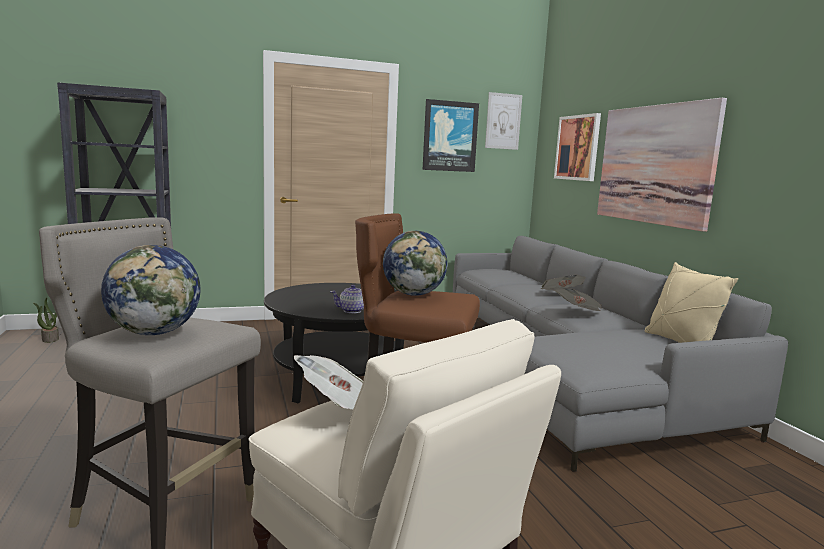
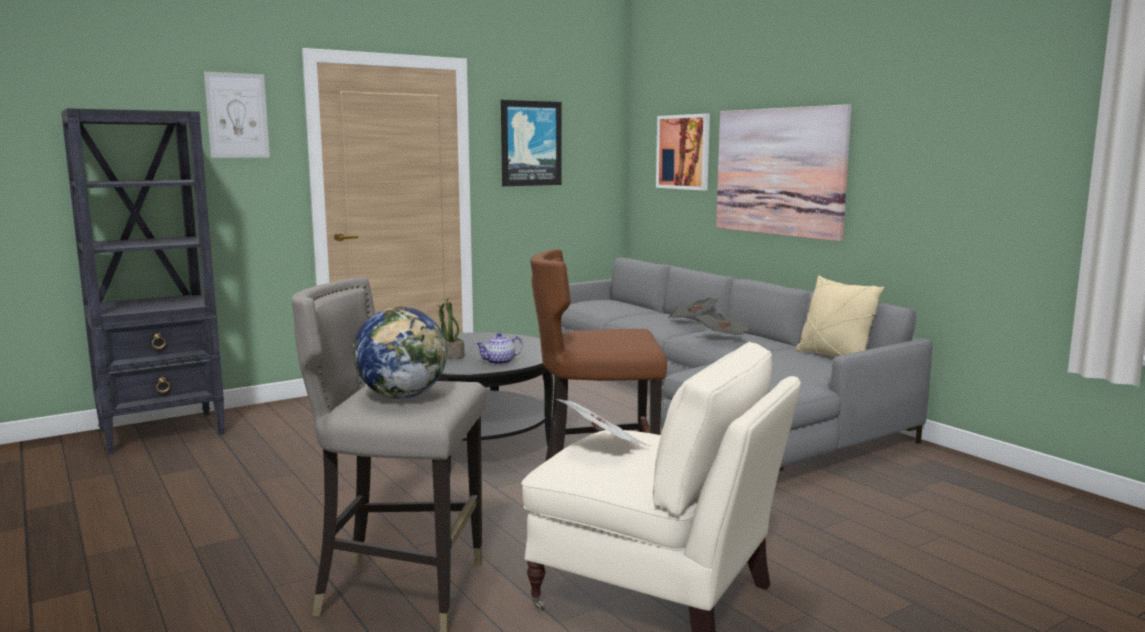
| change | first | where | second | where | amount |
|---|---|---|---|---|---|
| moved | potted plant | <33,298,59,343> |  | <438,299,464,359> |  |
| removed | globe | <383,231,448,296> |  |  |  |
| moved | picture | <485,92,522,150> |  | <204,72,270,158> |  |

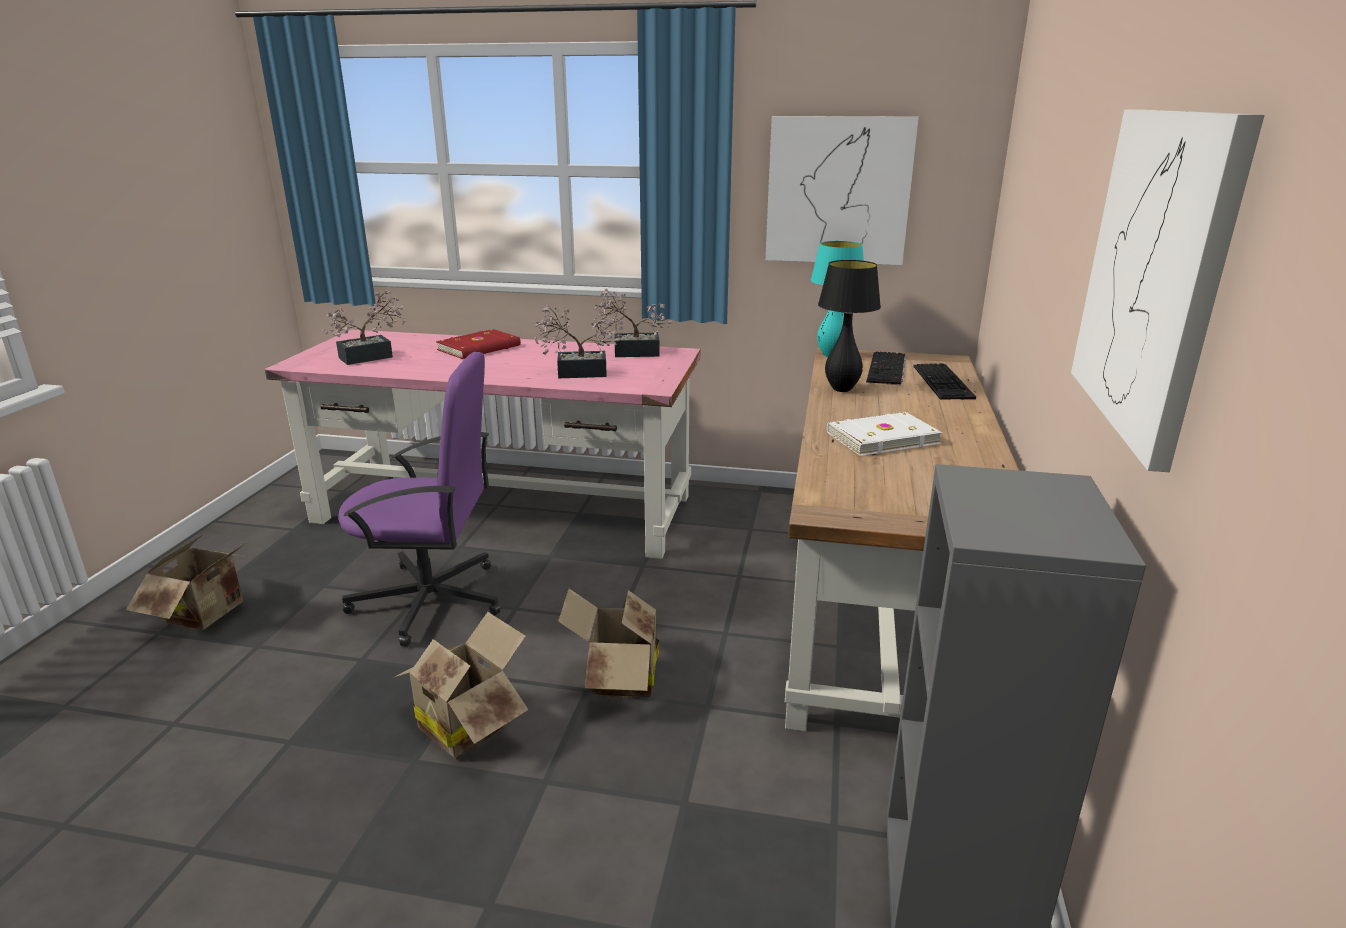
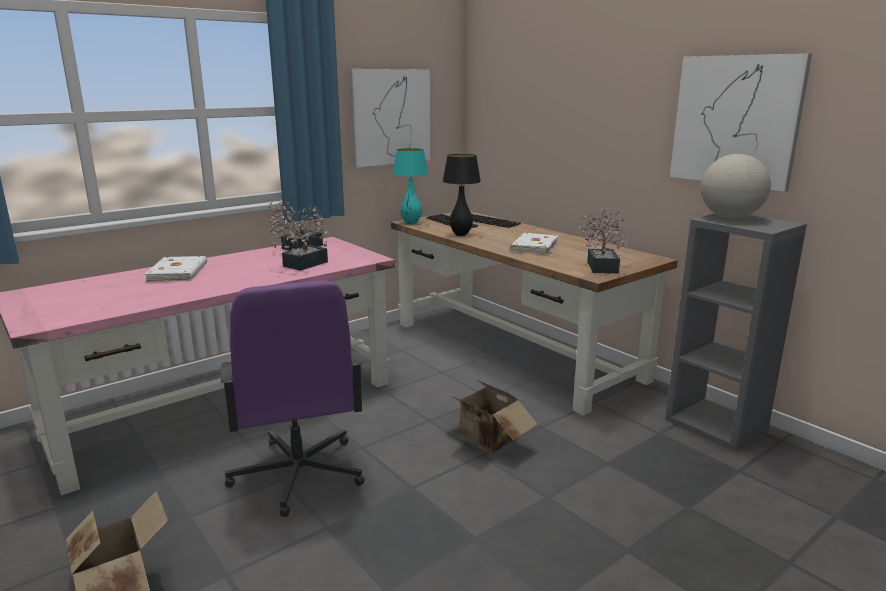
| change | first | where | second | where | amount |
|---|---|---|---|---|---|
| moved | potted plant | <323,290,406,365> |  | <578,209,628,273> |  |
| turned | office chair (purple) | <338,352,501,647> |  | <221,280,364,517> | 120 degrees clockwise |
| removed | cardboard box | <393,612,528,758> |  |  |  |
| recoloured | book (red) | <436,329,521,359> | book (white) | <144,256,207,282> |  |
| added |  |  | globe | <701,154,771,218> |  |

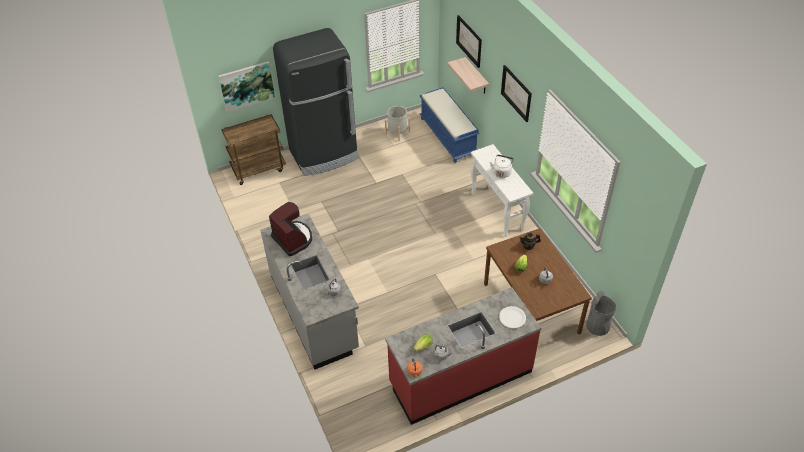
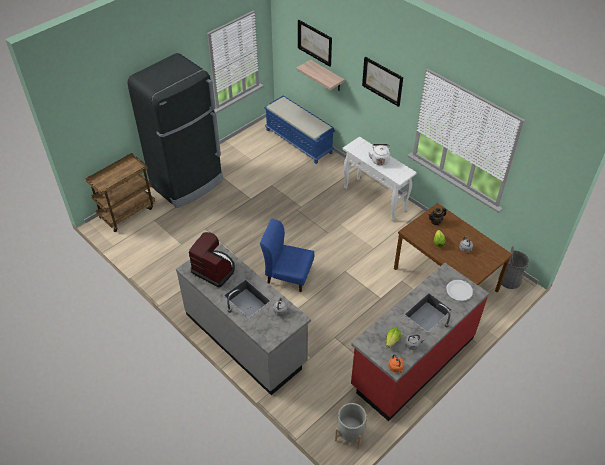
| change | first | where | second | where | amount |
|---|---|---|---|---|---|
| removed | picture | <218,62,275,112> |  |  |  |
| moved | planter (grey) | <385,106,410,141> |  | <335,403,367,449> |  |
| added |  |  | chair (blue) | <260,218,314,292> |  |

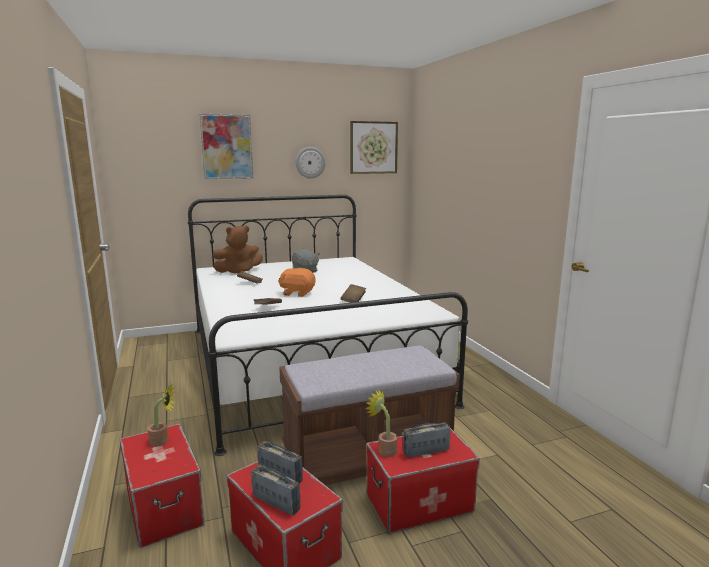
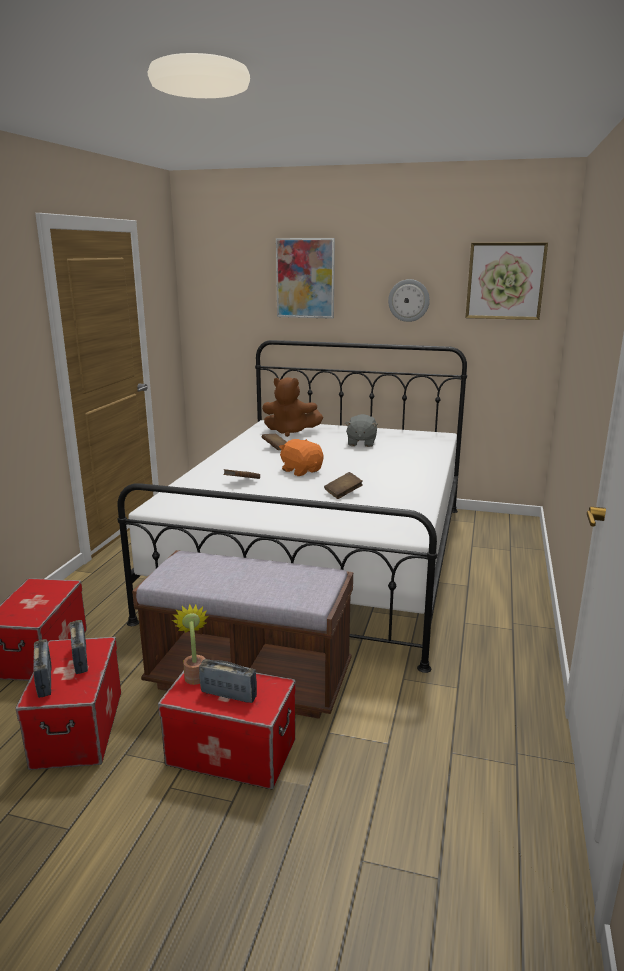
| change | first | where | second | where | amount |
|---|---|---|---|---|---|
| removed | potted plant | <148,385,175,446> |  |  |  |

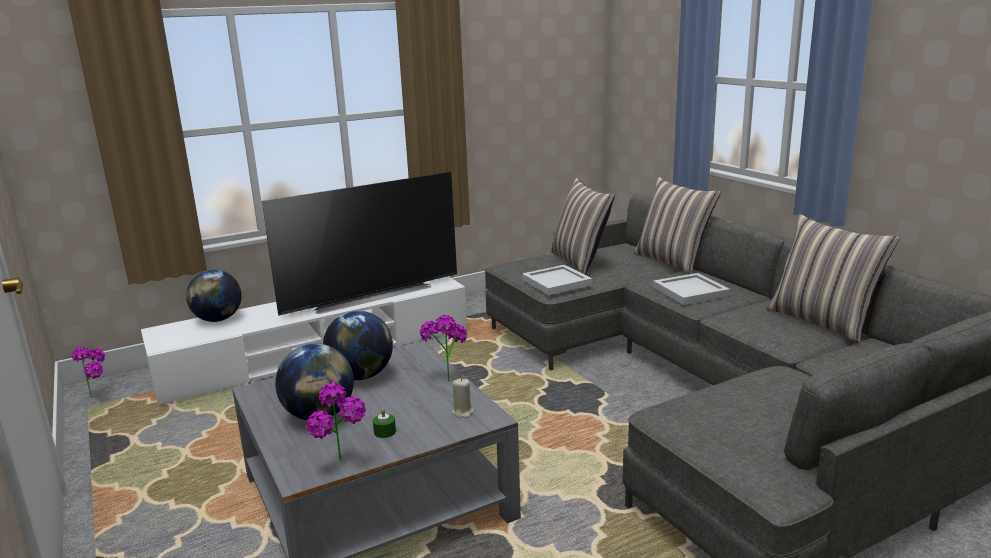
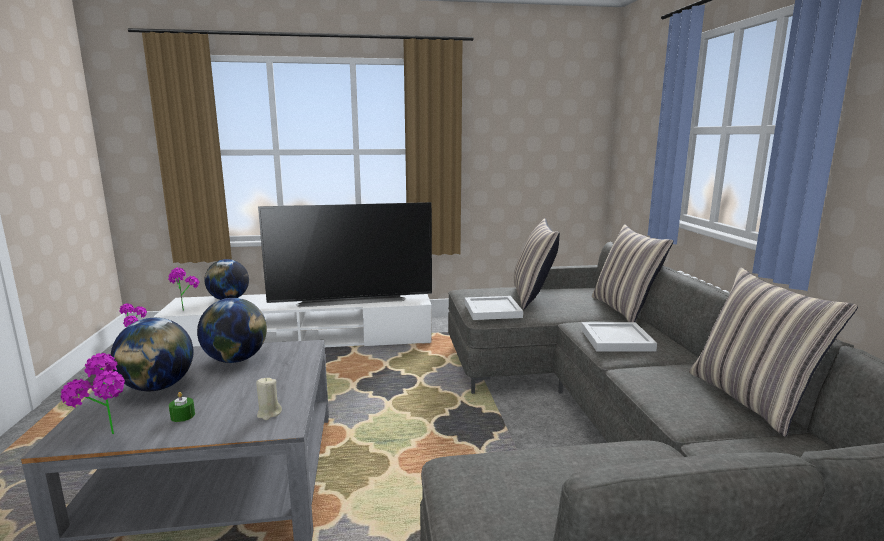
| change | first | where | second | where | amount |
|---|---|---|---|---|---|
| moved | potted plant | <420,315,467,381> |  | <168,268,199,311> |  |

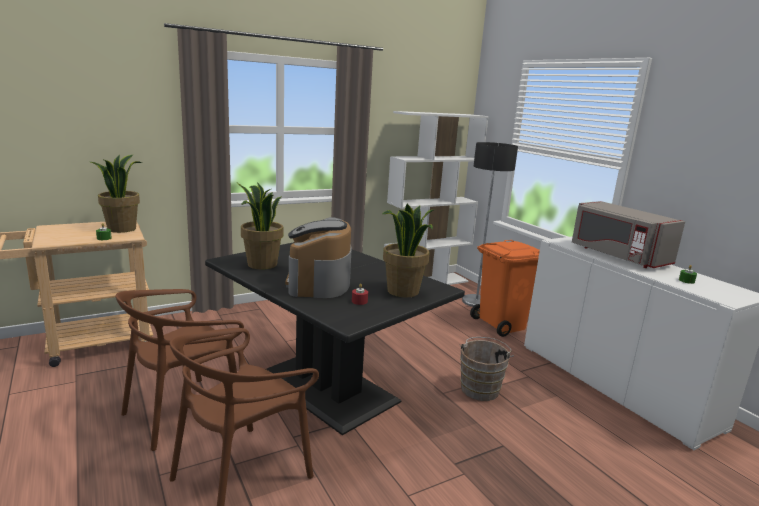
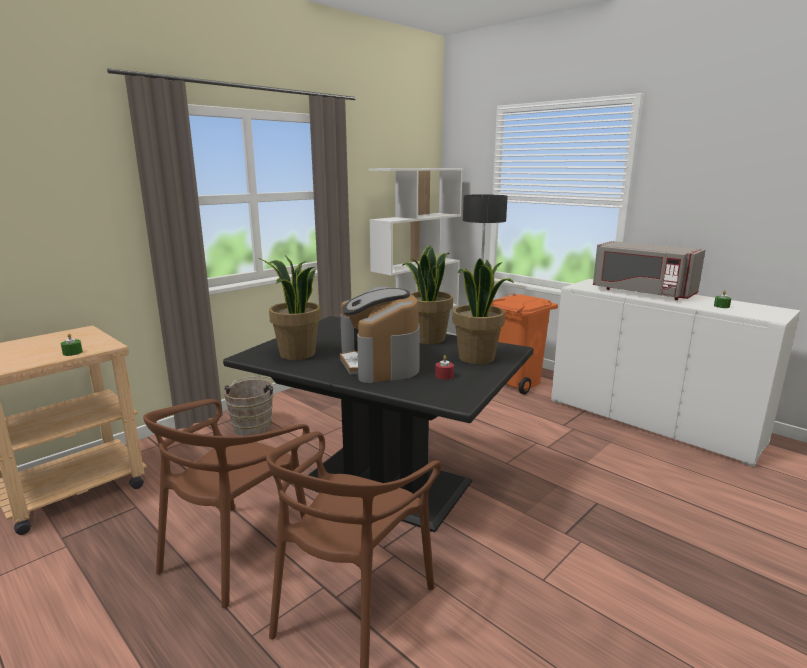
| change | first | where | second | where | amount |
|---|---|---|---|---|---|
| moved | potted plant | <91,155,142,233> |  | <402,245,453,344> |  |
| moved | bucket (brown) | <460,337,514,401> |  | <224,376,276,436> |  |

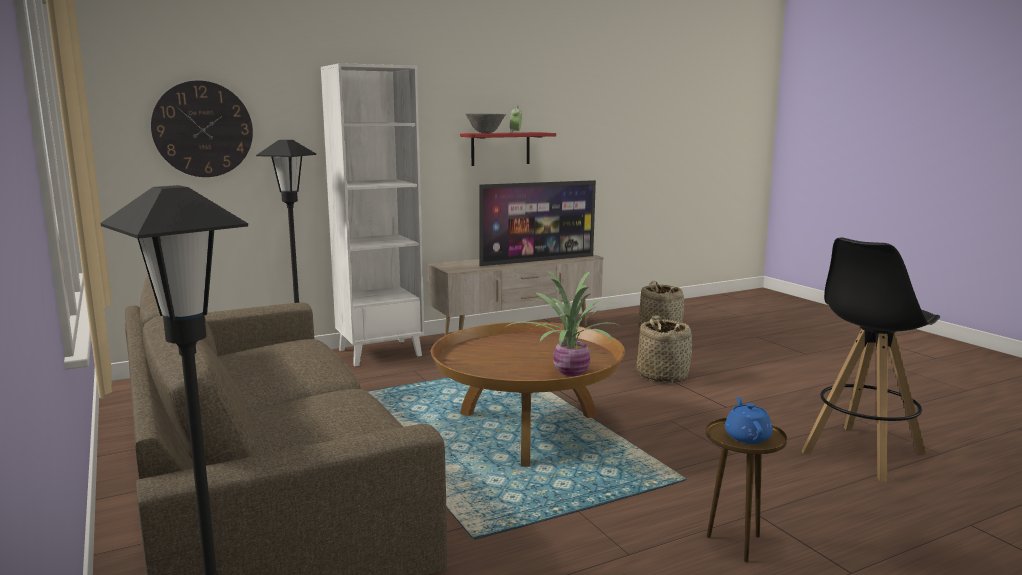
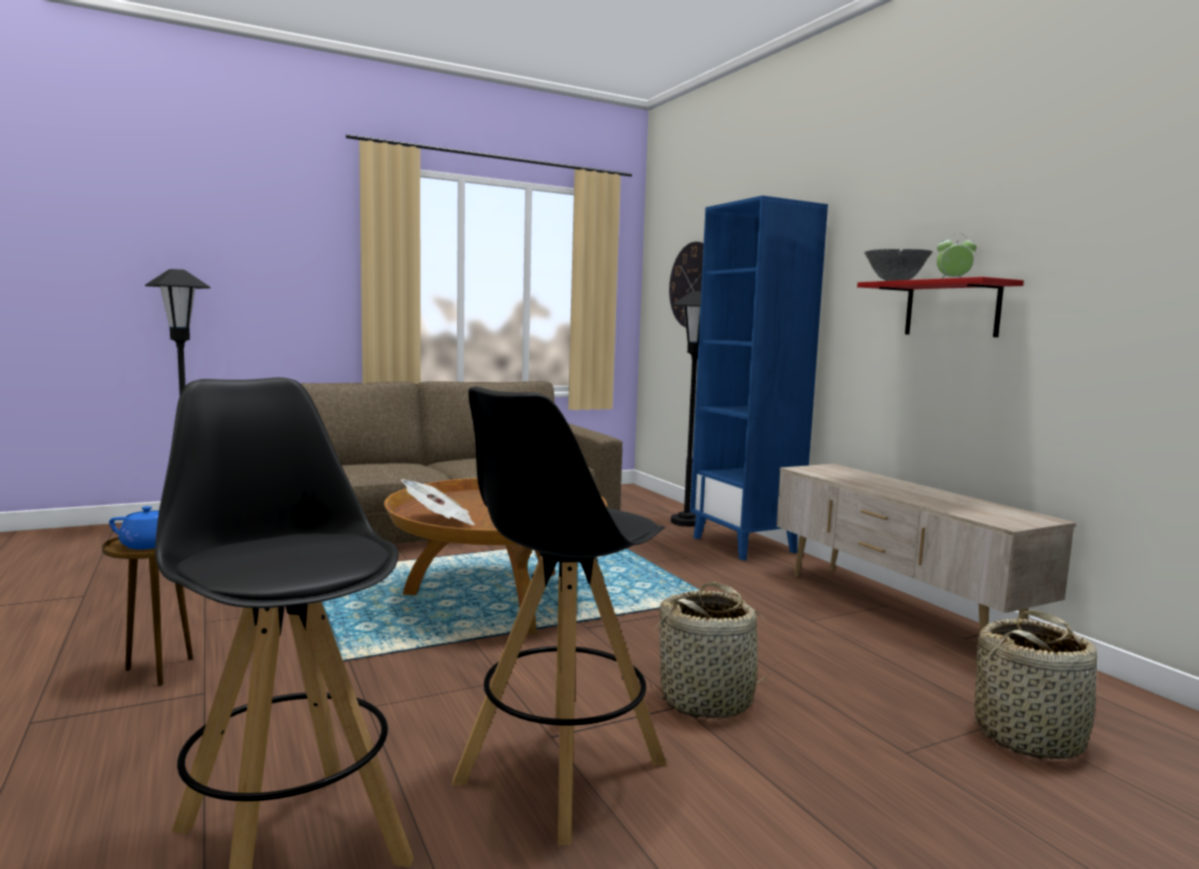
| change | first | where | second | where | amount |
|---|---|---|---|---|---|
| recoloured | bookcase (white) | <321,63,425,366> | bookcase (blue) | <690,195,828,561> |  |
| removed | television | <479,180,596,266> |  |  |  |
| replaced | potted plant | <509,271,618,376> | newspaper | <401,479,475,525> |  |
| added |  |  | stool (black) | <452,386,667,846> |  |

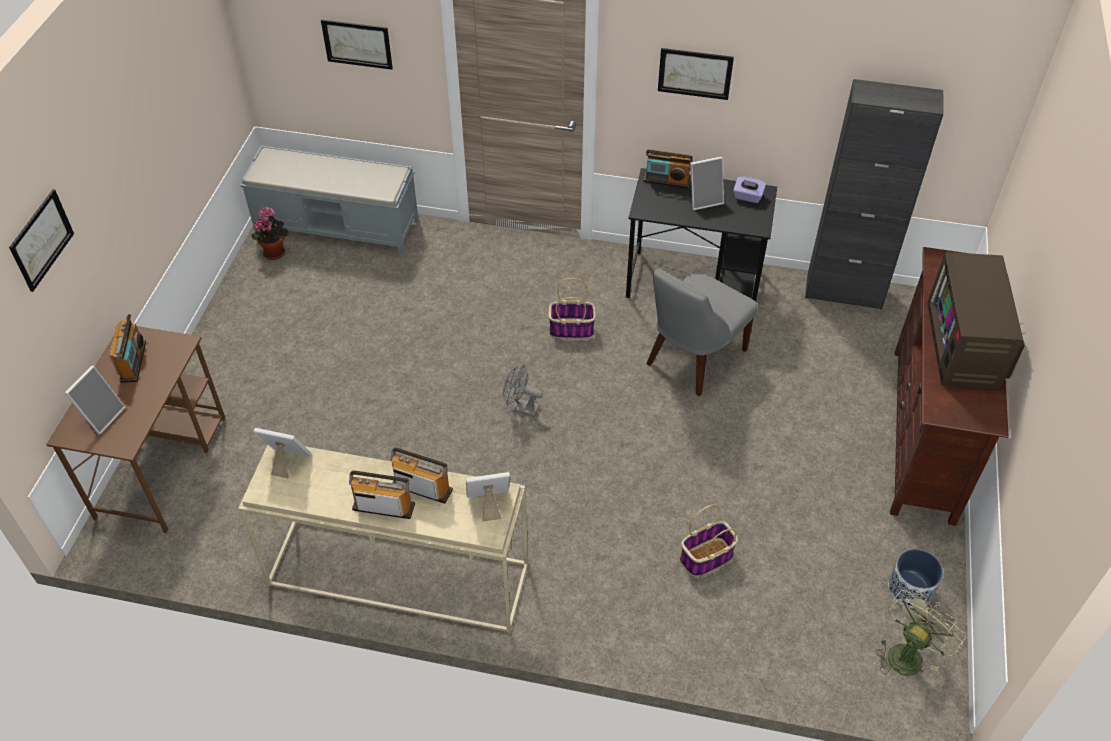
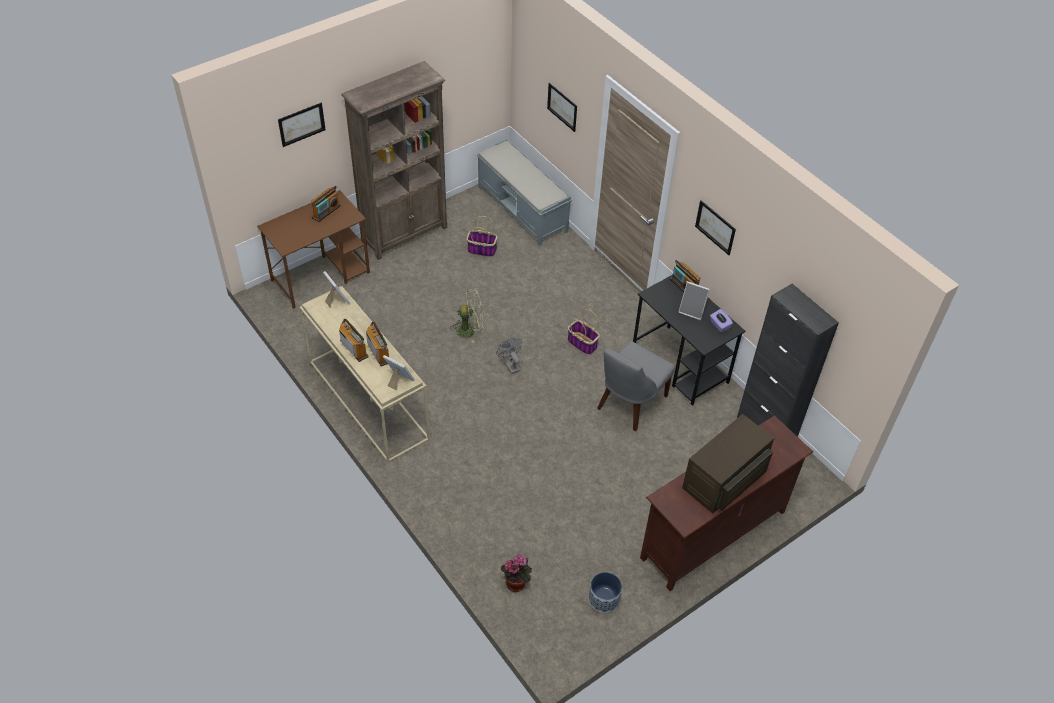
| change | first | where | second | where | amount |
|---|---|---|---|---|---|
| removed | picture frame | <65,365,126,435> |  |  |  |
| moved | potted plant | <251,206,288,260> |  | <501,554,532,592> |  |
| turned | chair (grey) | <646,268,758,396> |  | <597,341,675,431> | 45 degrees counterclockwise |
| moved | basket | <680,504,738,577> |  | <467,216,498,257> |  |
| moved | fan (green) | <876,590,966,676> |  | <450,289,484,343> |  |
| added |  |  | bookcase (brown) | <341,61,447,260> |  |

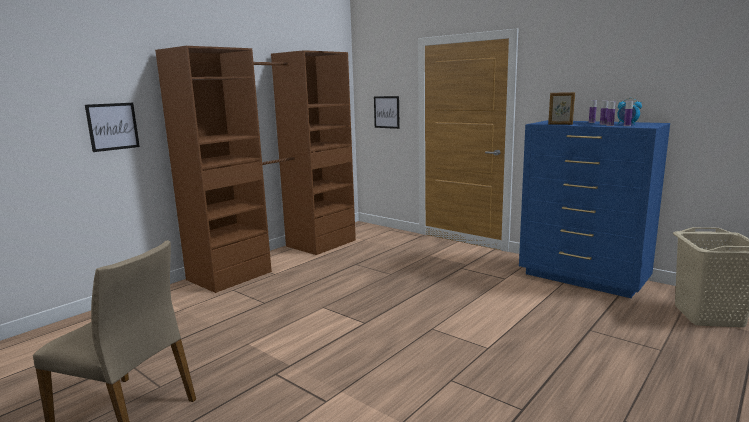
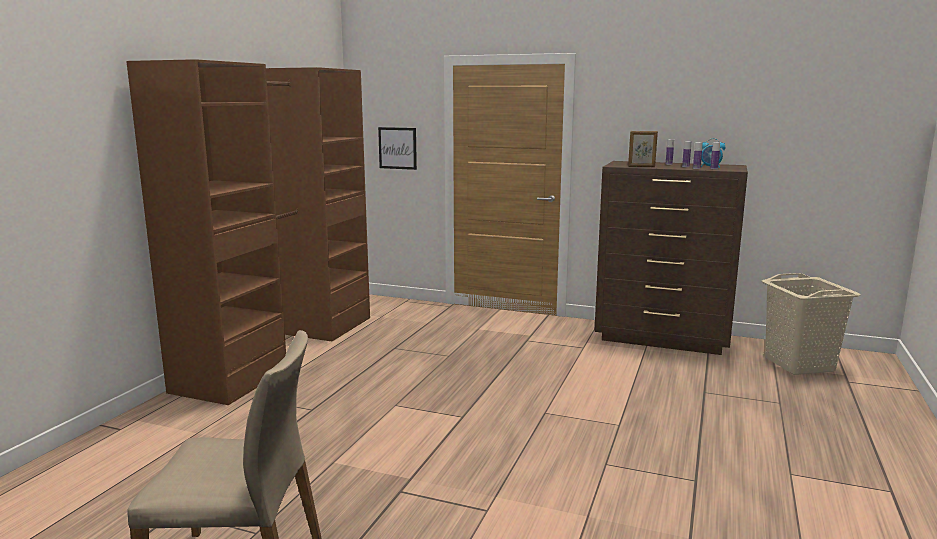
| change | first | where | second | where | amount |
|---|---|---|---|---|---|
| removed | picture | <85,103,140,152> |  |  |  |
| recoloured | dresser (blue) | <519,120,670,298> | dresser (brown) | <594,161,748,355> |  |

